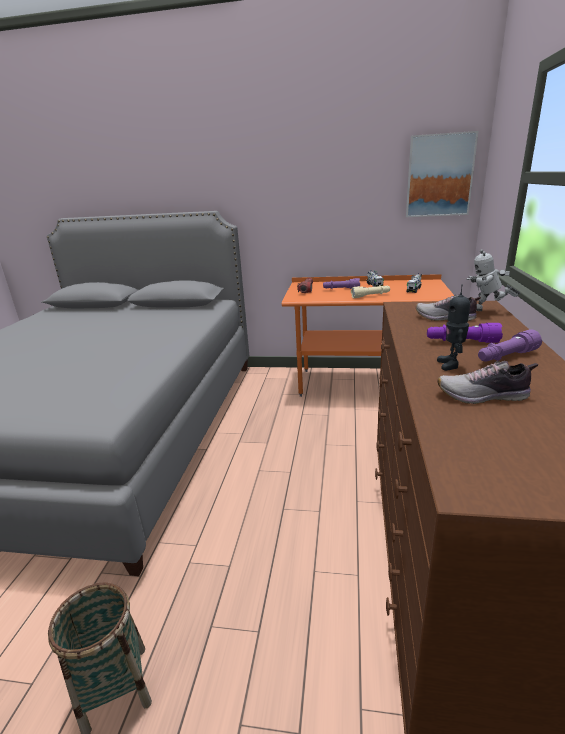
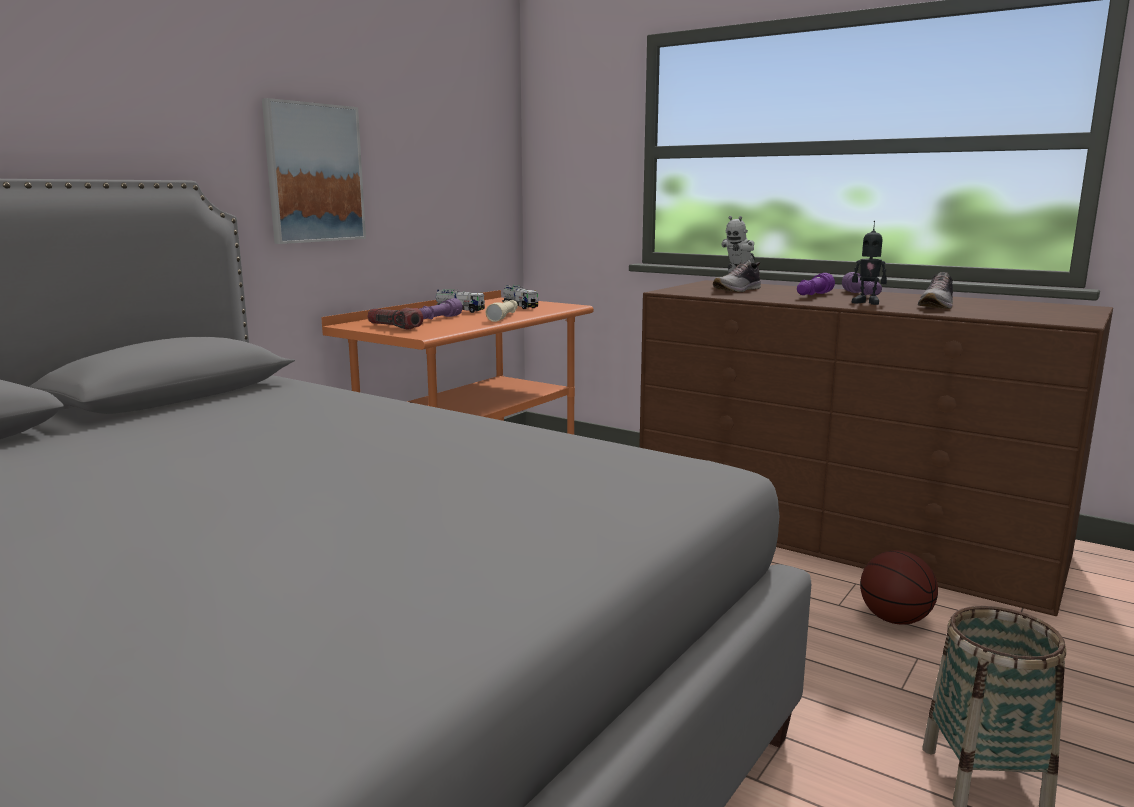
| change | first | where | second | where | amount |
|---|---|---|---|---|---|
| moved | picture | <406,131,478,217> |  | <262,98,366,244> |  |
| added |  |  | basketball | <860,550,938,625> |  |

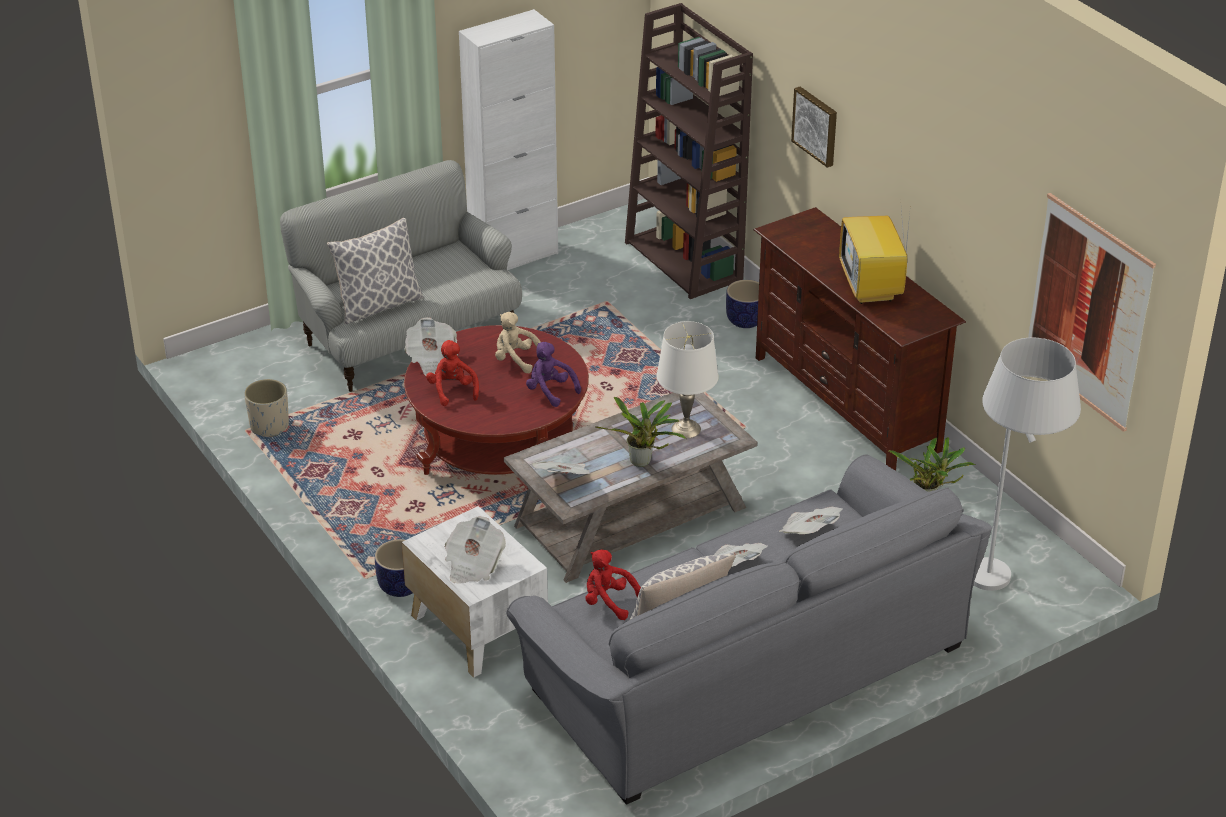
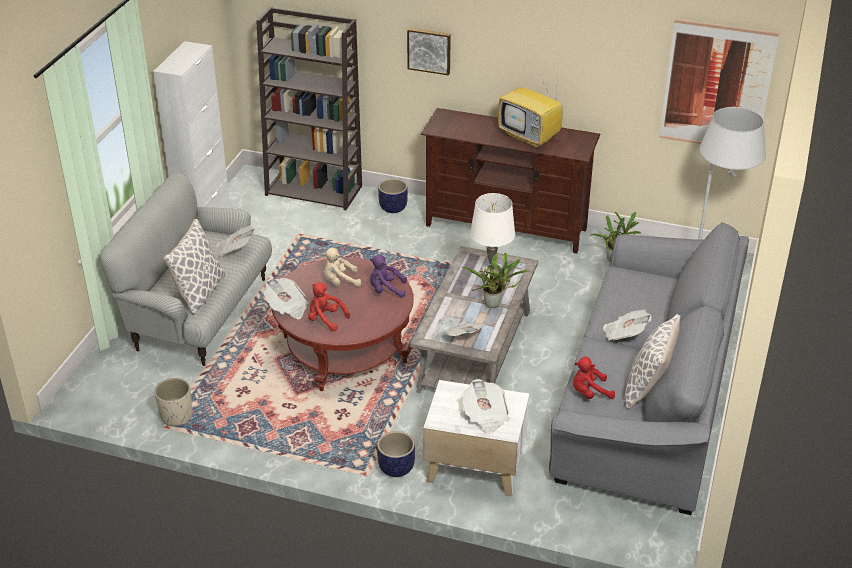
| change | first | where | second | where | amount |
|---|---|---|---|---|---|
| moved | newspaper | <779,507,843,534> |  | <216,225,255,256> |  |

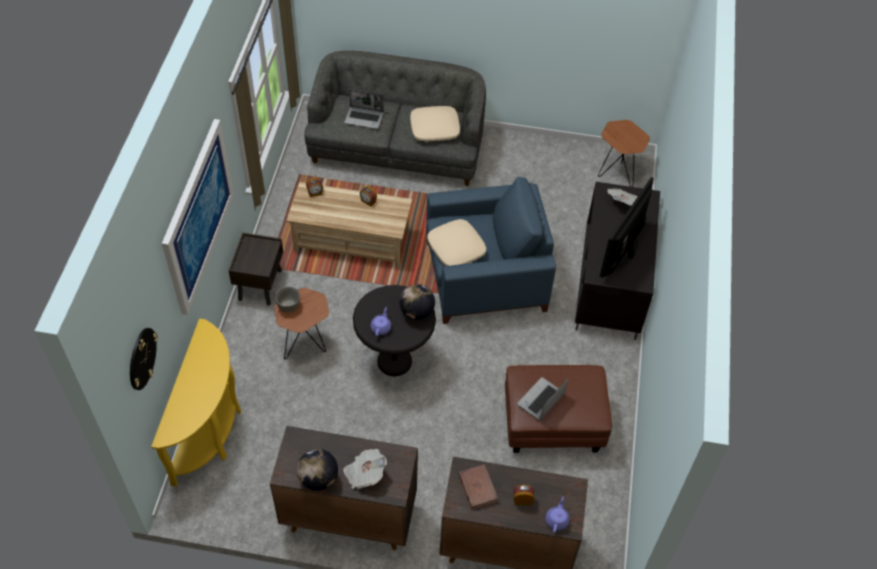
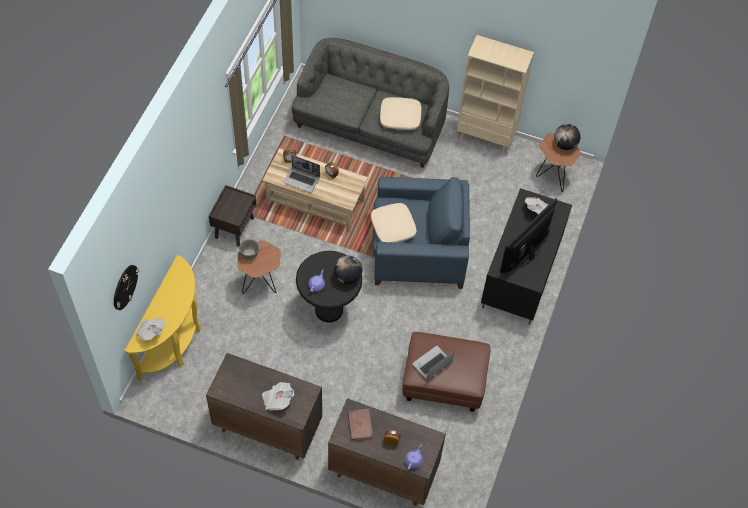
| change | first | where | second | where | amount |
|---|---|---|---|---|---|
| removed | picture | <162,119,234,315> |  |  |  |
| moved | globe | <297,449,338,491> |  | <554,124,581,150> |  |
| moved | laptop | <344,90,384,129> |  | <284,155,320,193> |  |
| added |  |  | newspaper | <135,318,165,341> |  |
| added |  |  | bookcase (beige) | <457,35,534,153> |  |

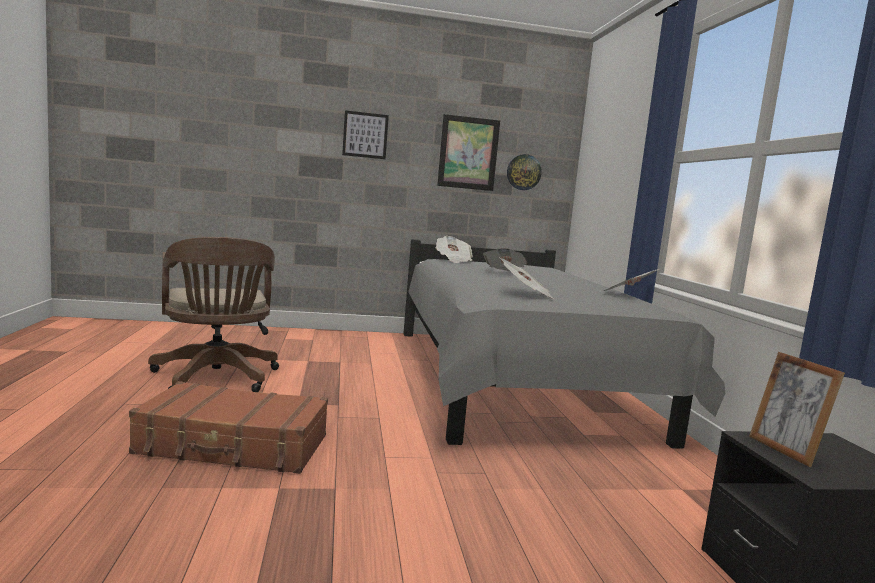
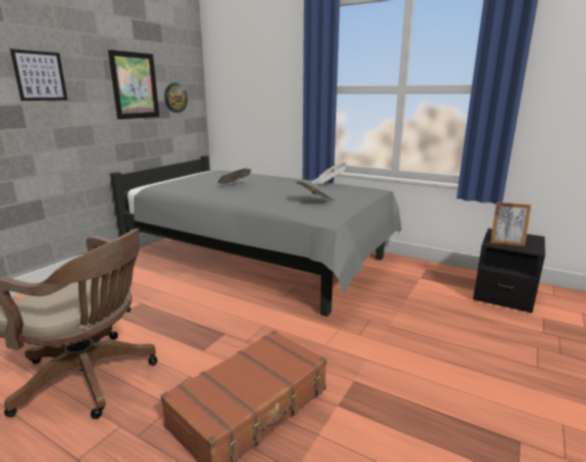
| change | first | where | second | where | amount |
|---|---|---|---|---|---|
| removed | newspaper | <436,236,473,263> |  |  |  |

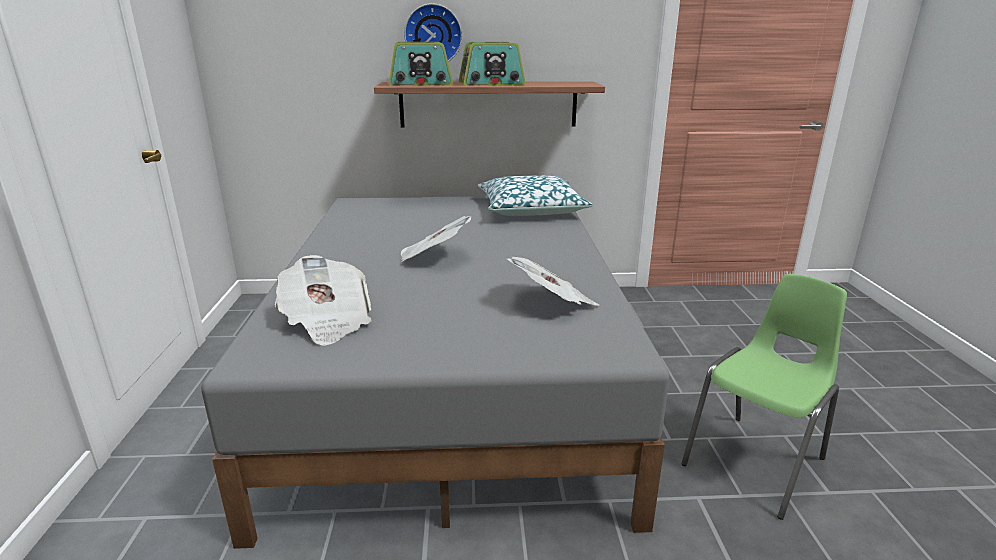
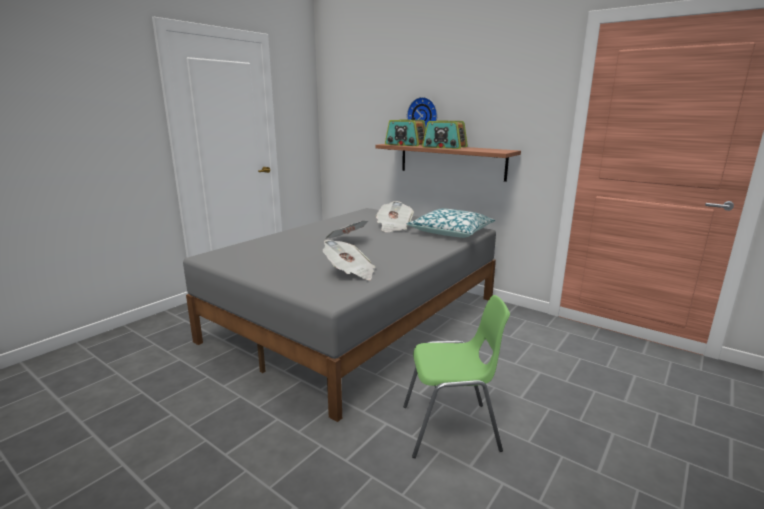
| change | first | where | second | where | amount |
|---|---|---|---|---|---|
| moved | newspaper | <275,255,372,346> |  | <376,201,414,232> |  |

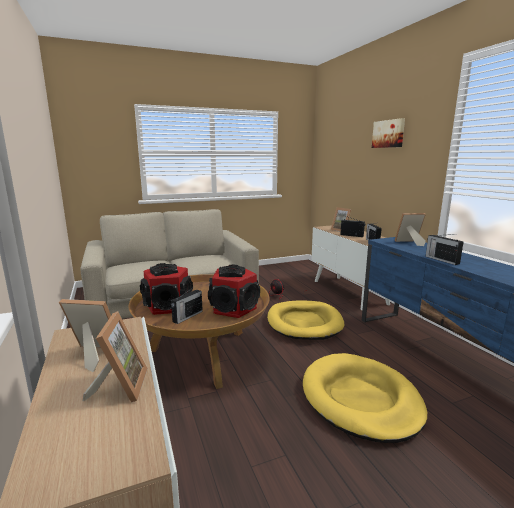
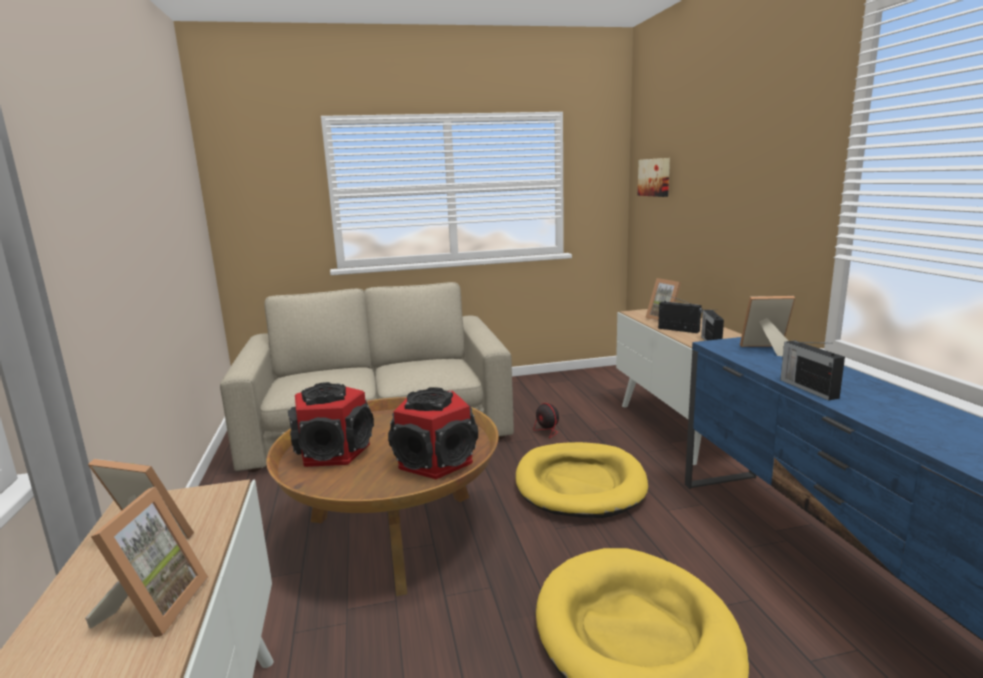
| change | first | where | second | where | amount |
|---|---|---|---|---|---|
| removed | radio | <171,286,203,324> |  |  |  |
| moved | picture | <372,118,405,148> |  | <638,158,670,197> |  |

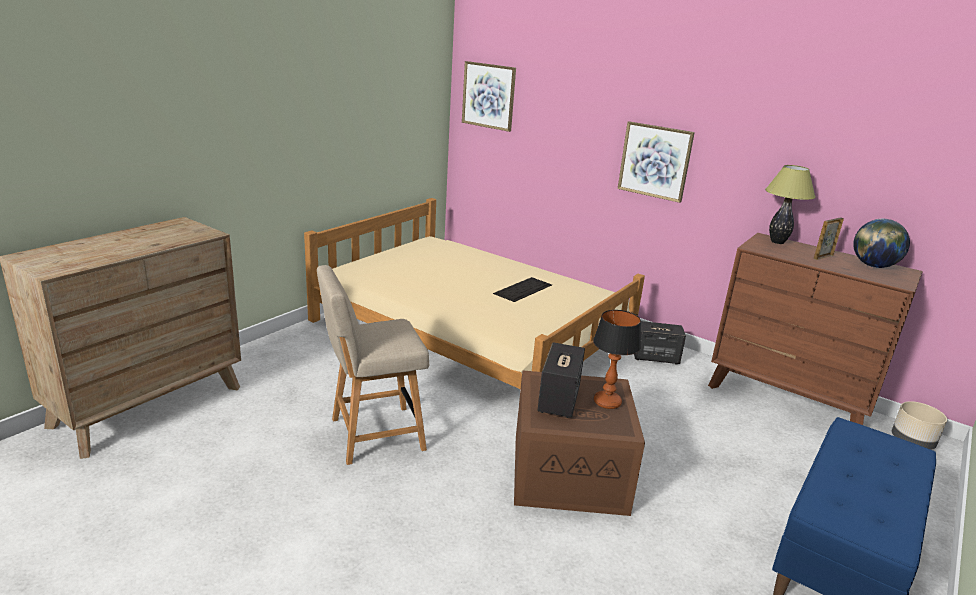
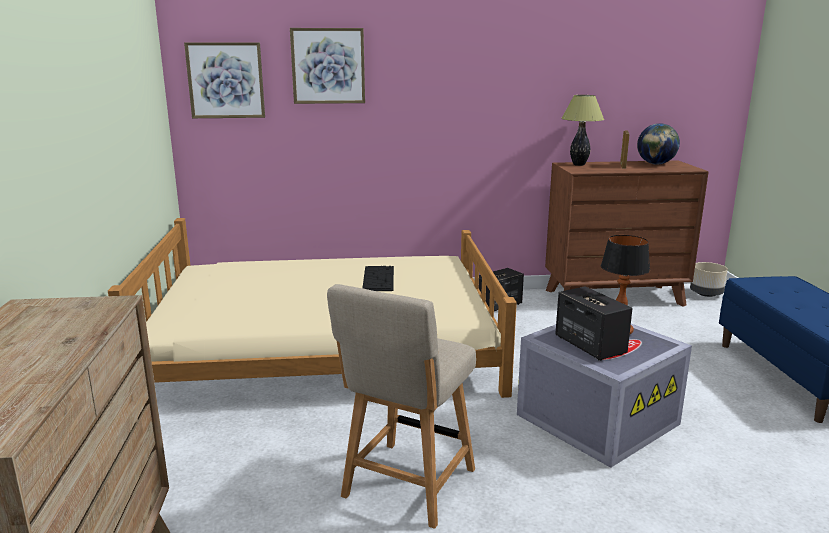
| change | first | where | second | where | amount |
|---|---|---|---|---|---|
| recoloured | storage box (brown) | <514,370,645,516> | storage box (grey) | <517,324,692,468> |  |
| moved | picture | <618,121,695,203> |  | <290,28,365,104> |  |

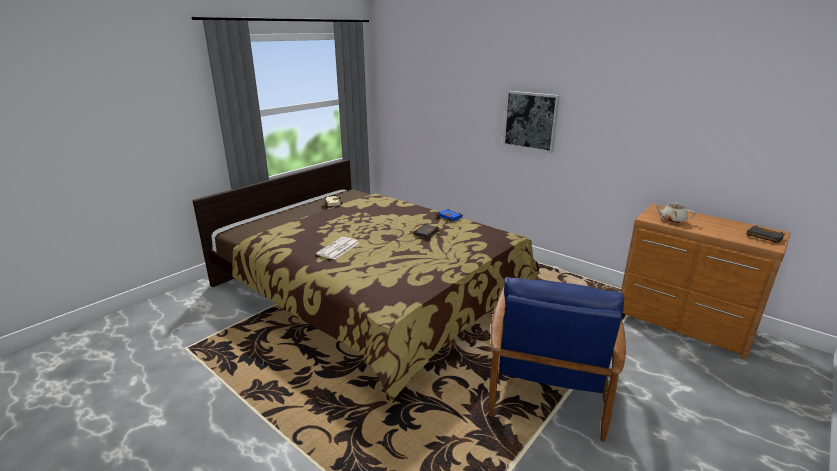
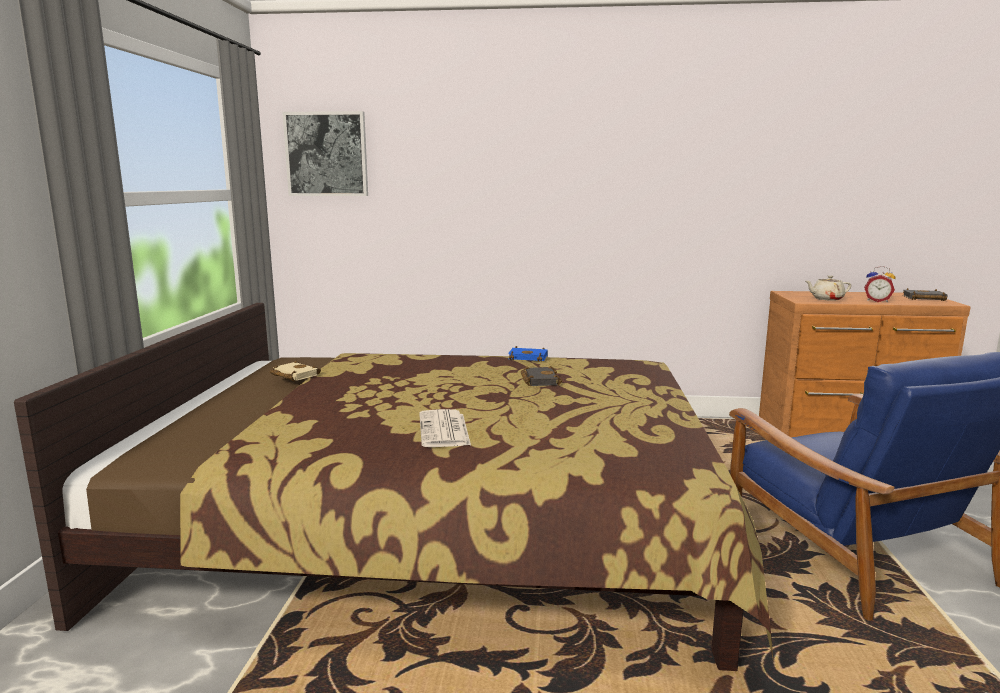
| change | first | where | second | where | amount |
|---|---|---|---|---|---|
| moved | picture | <503,91,560,153> |  | <282,111,368,196> |  |
| added |  |  | alarm clock | <864,266,895,302> |  |

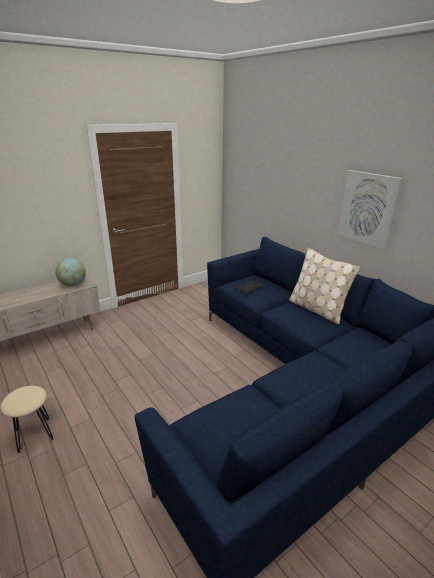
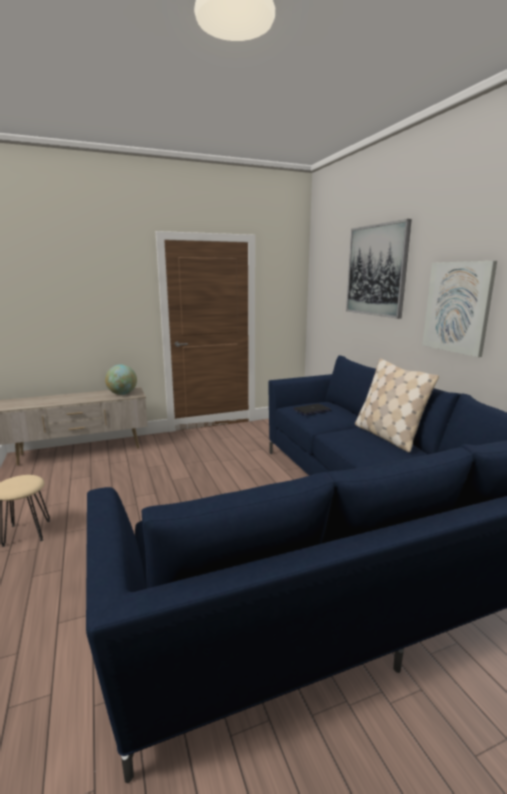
| change | first | where | second | where | amount |
|---|---|---|---|---|---|
| added |  |  | picture | <346,219,412,319> |  |

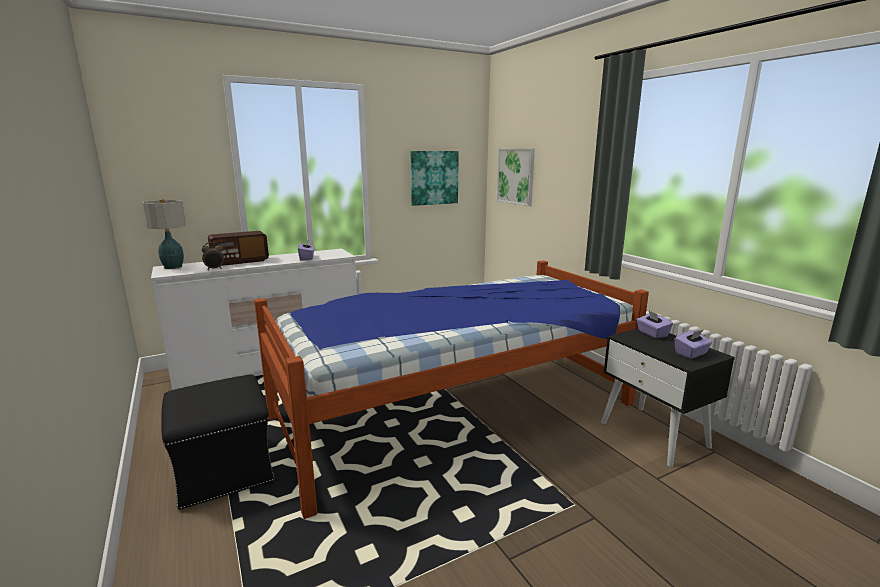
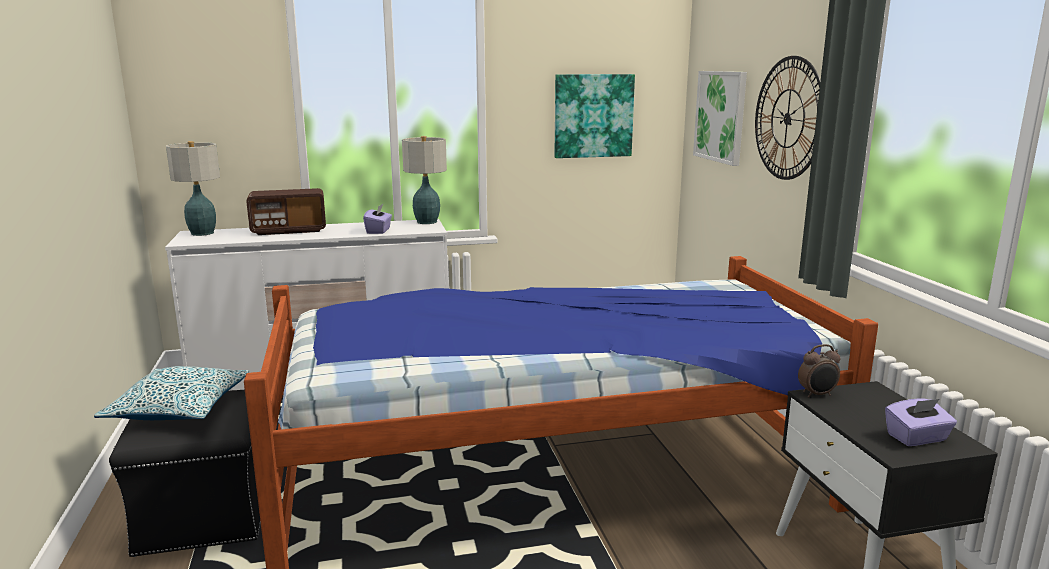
| change | first | where | second | where | amount |
|---|---|---|---|---|---|
| moved | alarm clock | <202,242,224,270> |  | <798,344,841,397> |  |
| removed | tissue box (purple) | <637,311,673,339> |  |  |  |
| added |  |  | pillow | <94,366,249,420> |  |
| added |  |  | table lamp | <402,136,447,224> |  |
| added |  |  | wall clock | <755,56,821,180> |  |

